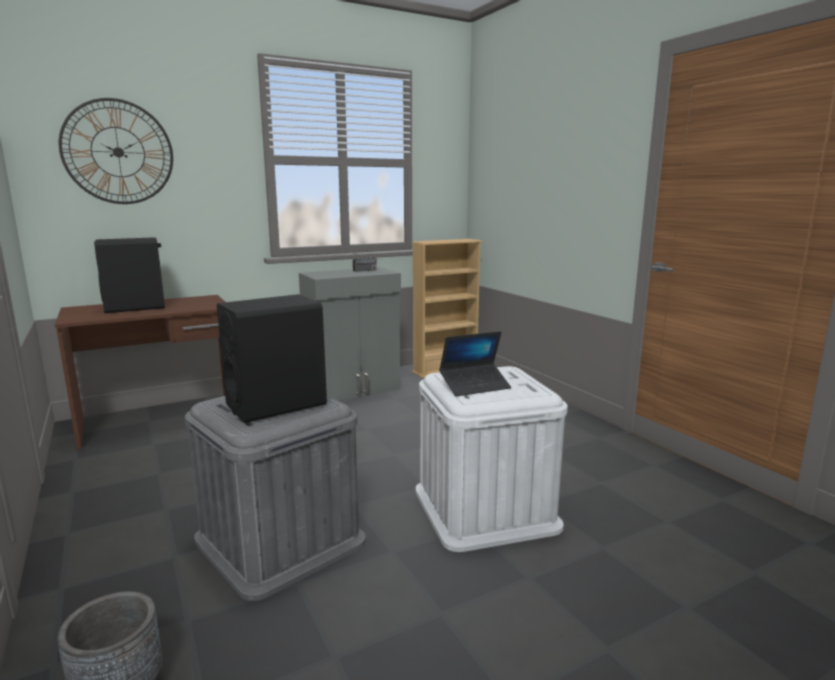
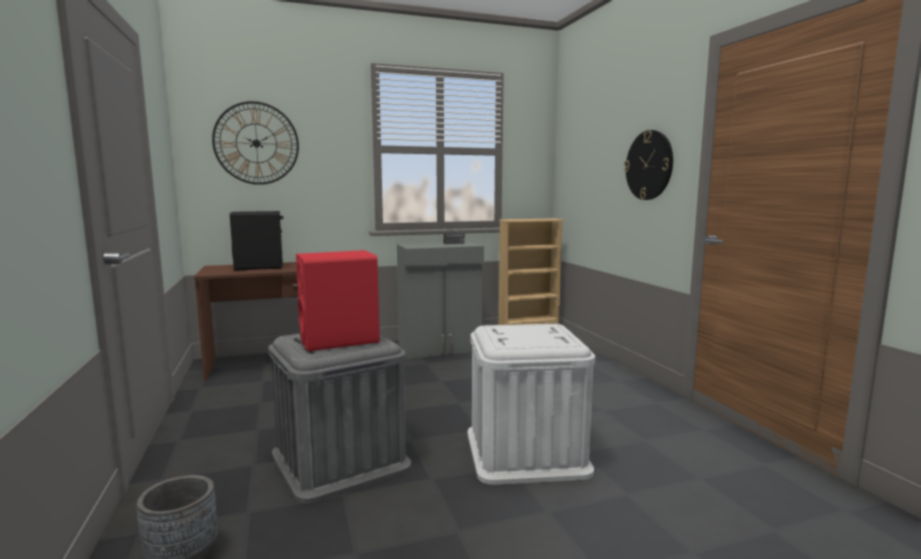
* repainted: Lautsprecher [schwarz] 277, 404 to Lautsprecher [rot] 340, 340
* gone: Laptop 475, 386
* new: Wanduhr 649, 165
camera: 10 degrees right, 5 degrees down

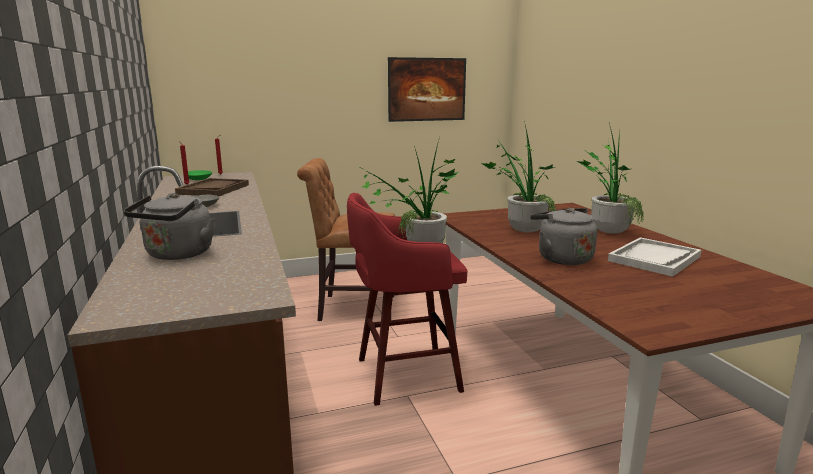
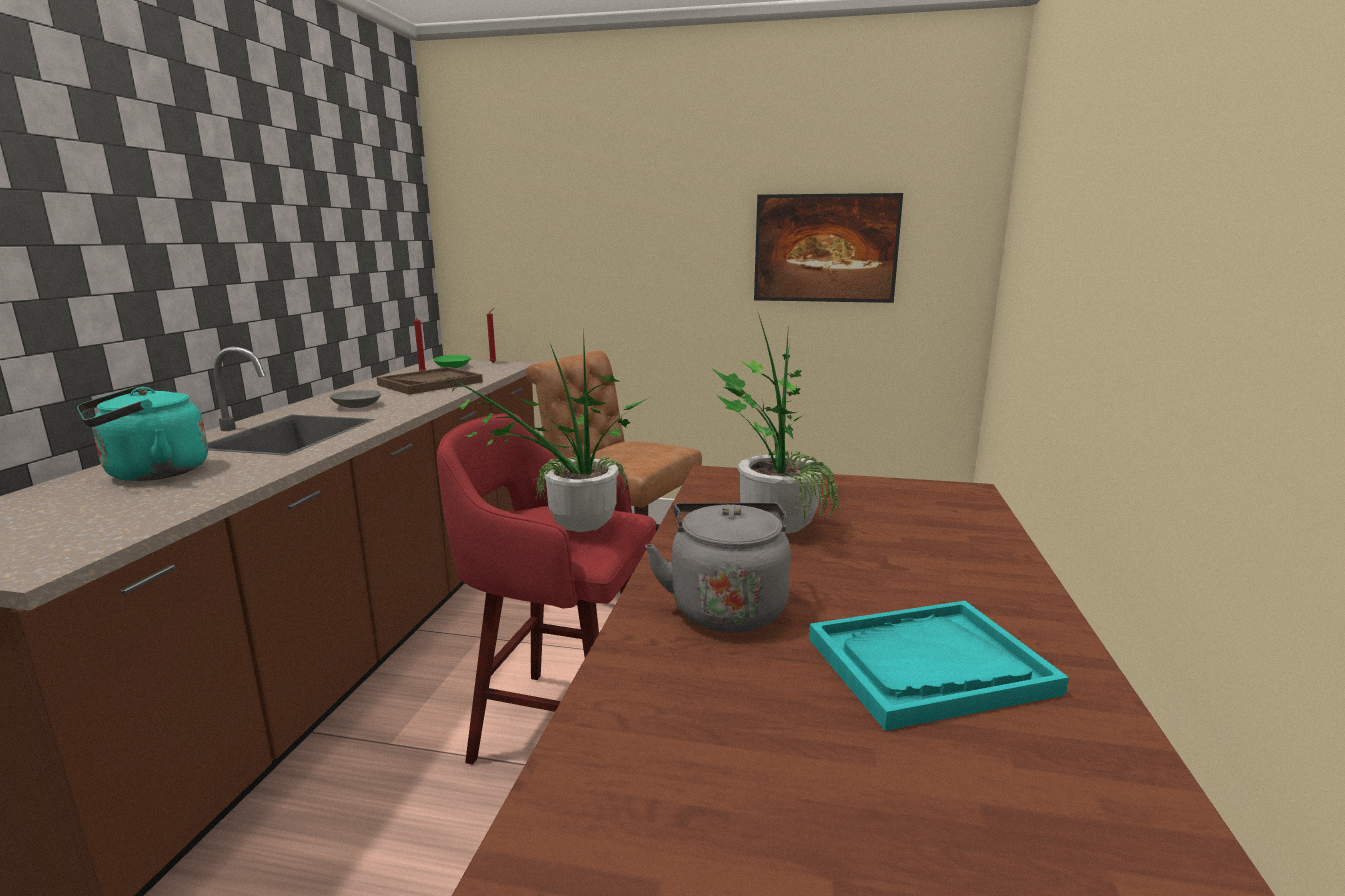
* gone: Topfpflanze 606, 229
* repainted: Wasserkessel [grau] 177, 255 to Wasserkessel [türkis] 151, 474
* repainted: Tablett [weiß] 654, 259 to Tablett [türkis] 928, 666
camera: 30 degrees right, 0 degrees up

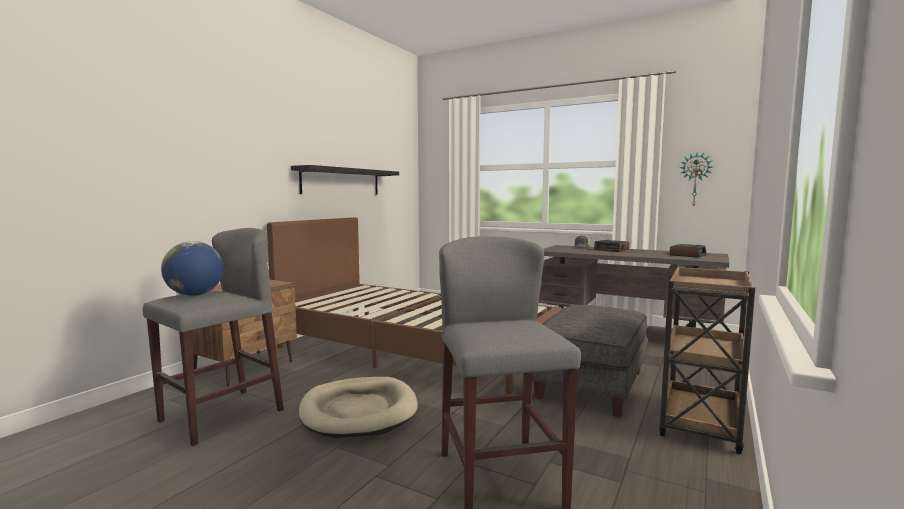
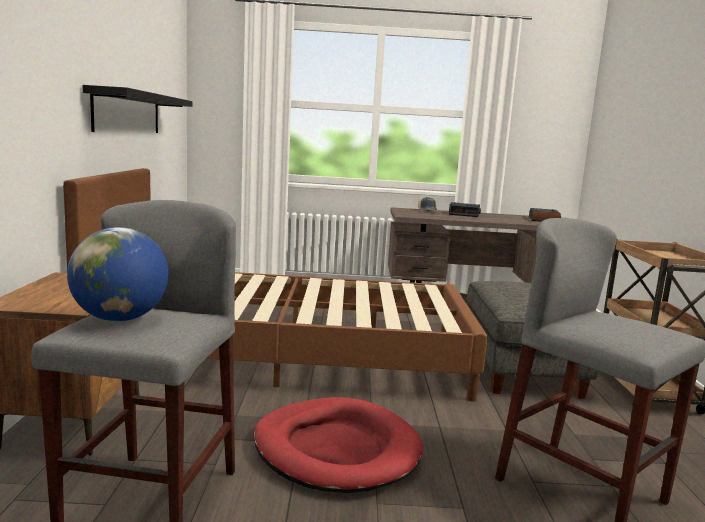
* gone: Wanduhr 695, 179
* repainted: Hundebett [beige] 359, 411 to Hundebett [rot] 336, 450
camera: 30 degrees left, 5 degrees up

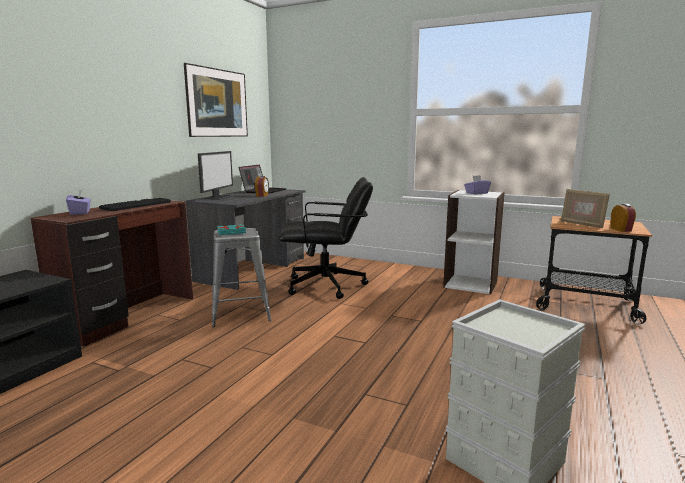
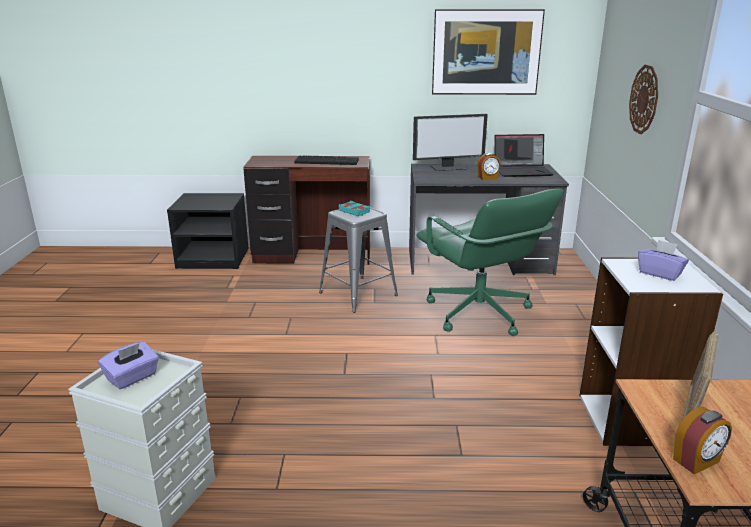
* repainted: Bürostuhl [schwarz] 326, 286 to Bürostuhl [grün] 479, 314
* shifted: Taschentuchbox [lila] 80, 213 to 132, 378
* new: Wanduhr 644, 99
camera: 65 degrees right, 10 degrees up

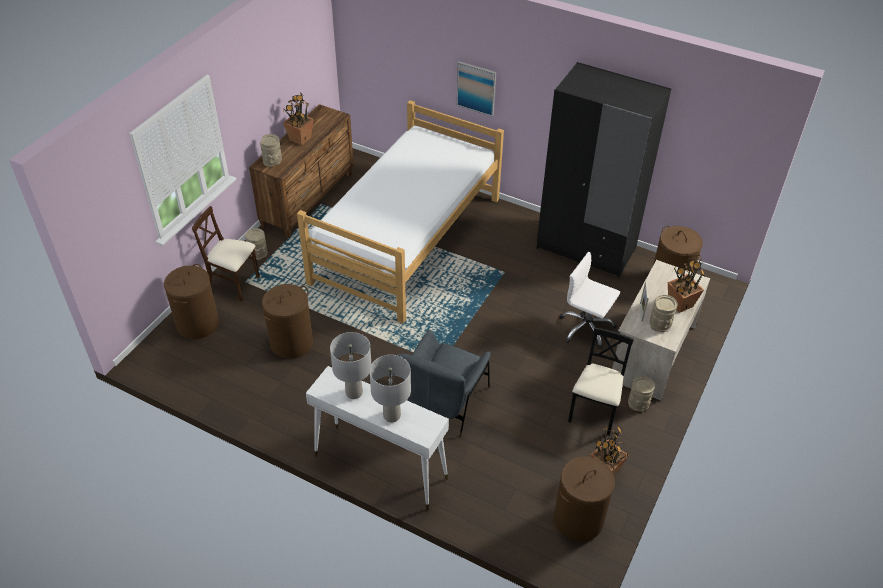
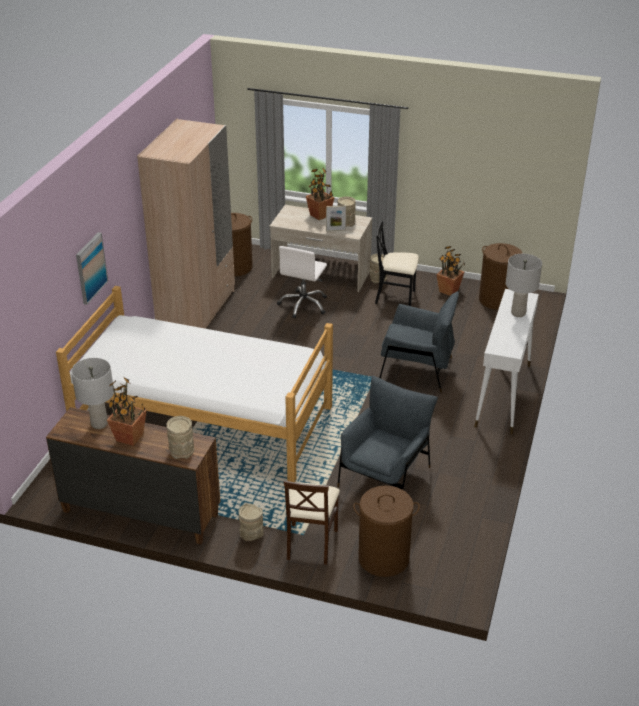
* repainted: Kleiderschrank [schwarz] 586, 248 to Kleiderschrank [beige] 196, 309
* swapped: Wäschekorb [braun] 291, 343 to Sessel [grau] 385, 476
* shifted: Tischlampe [grau] 354, 392 to 99, 424
camera: 100 degrees left, 10 degrees down

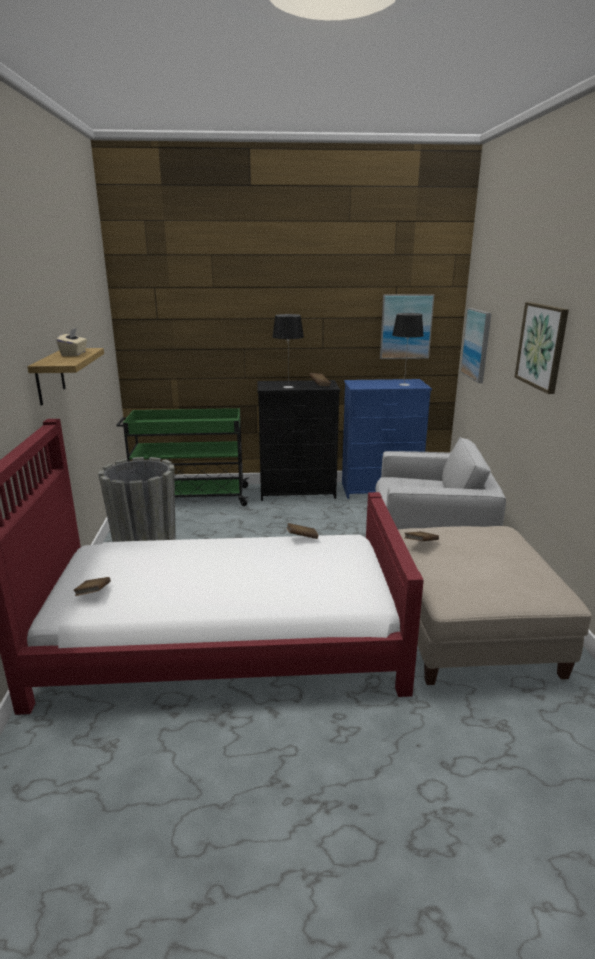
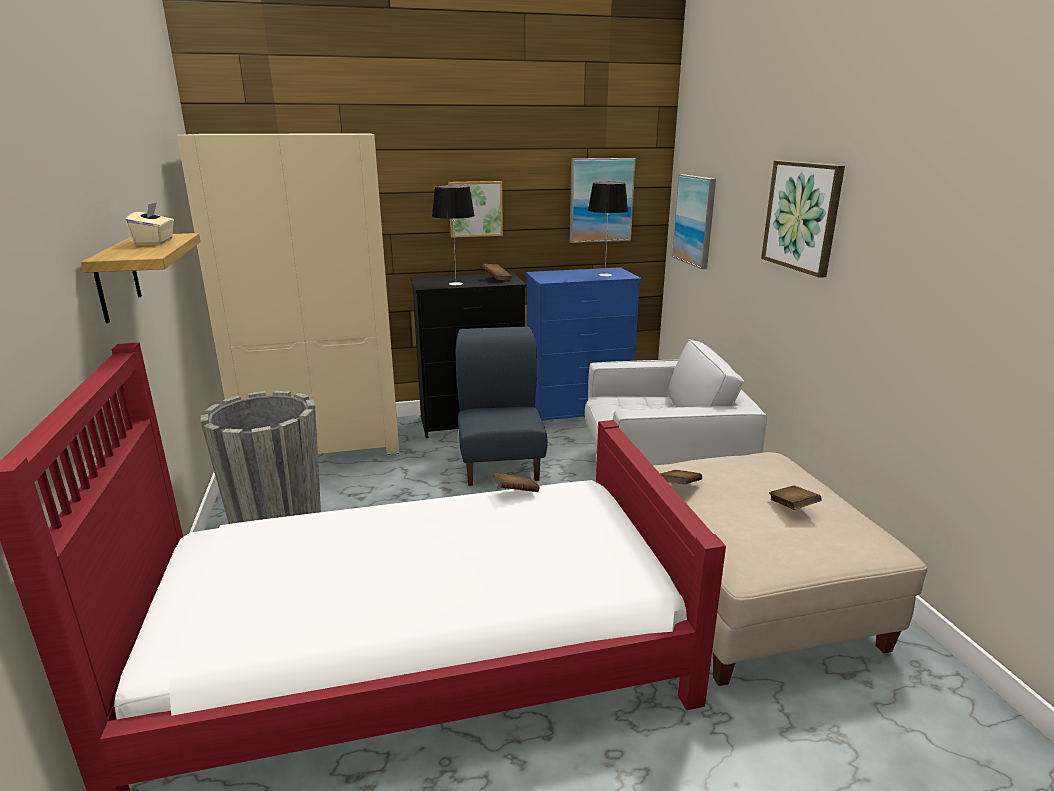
* swapped: Rollwagen [grün] 188, 497 to Kleiderschrank [beige] 324, 441
* shifted: Buch [braun] 93, 594 to 792, 507
* new: Bild 475, 208
* new: Stuhl [blau] 501, 464
camera: 10 degrees left, 0 degrees up

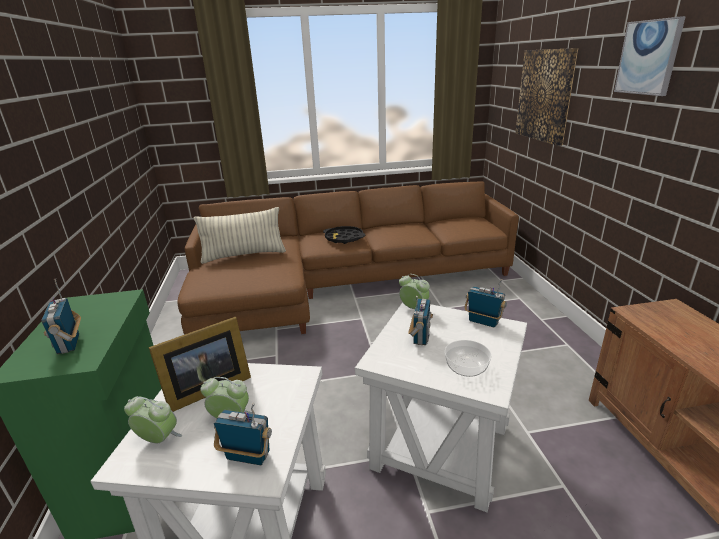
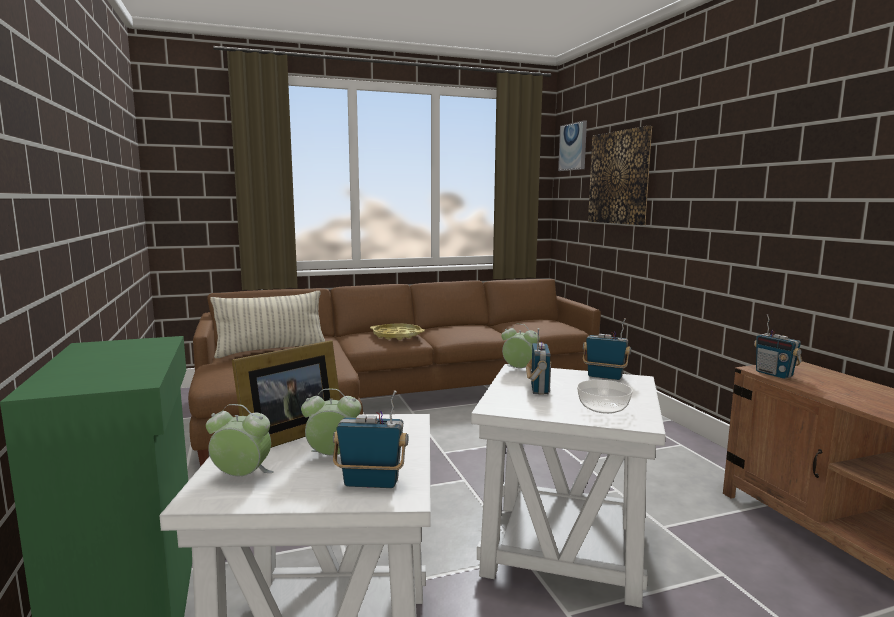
* shifted: Bild 648, 57 to 573, 146
* repainted: Tablett [schwarz] 344, 238 to Tablett [gelb] 397, 335
* shifted: Radio 70, 344 to 774, 374
camera: 10 degrees left, 15 degrees down

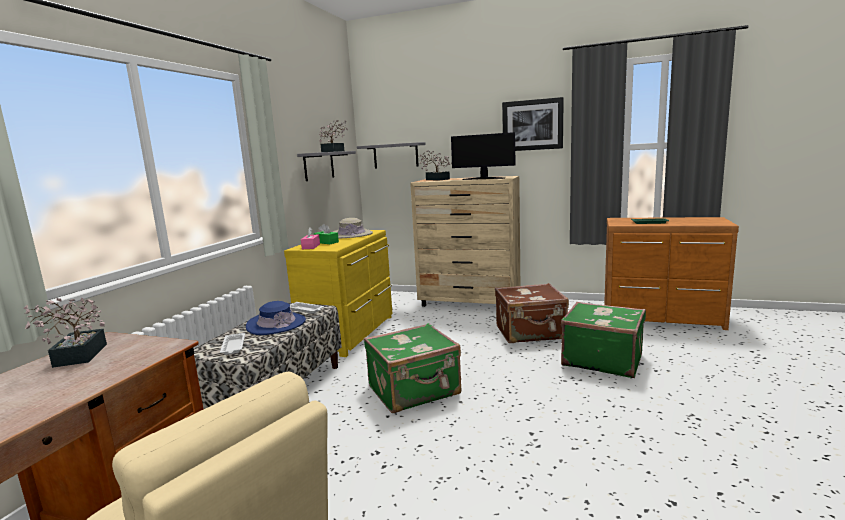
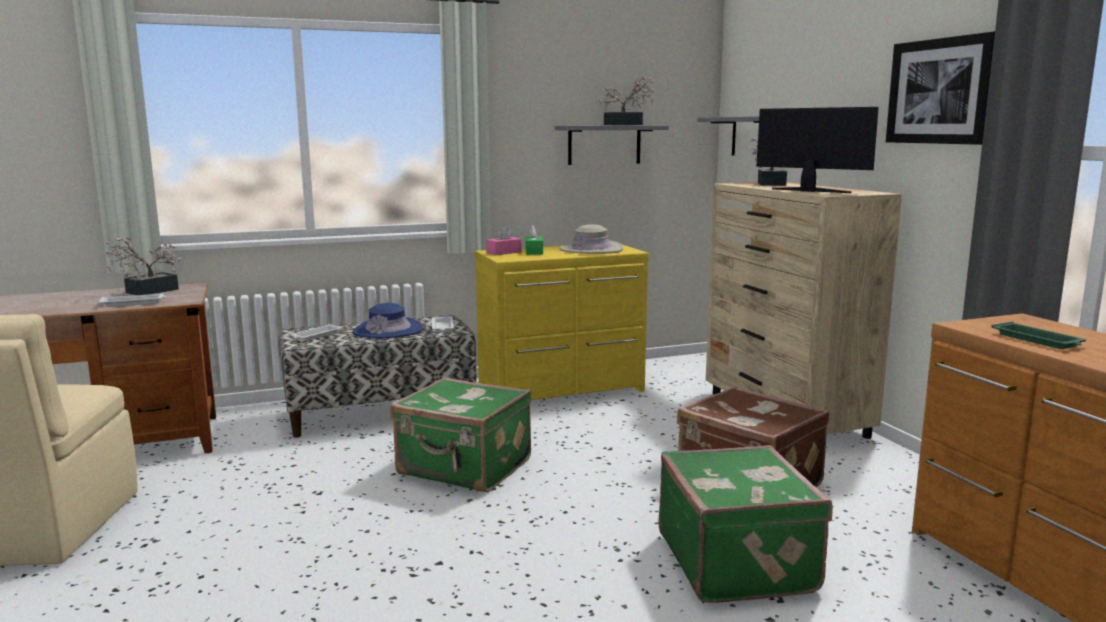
* rotated: Monitor 483, 179 = 809, 191 150 degrees clockwise
* new: Tablett [weiß] 134, 303
camera: 50 degrees right, 0 degrees up

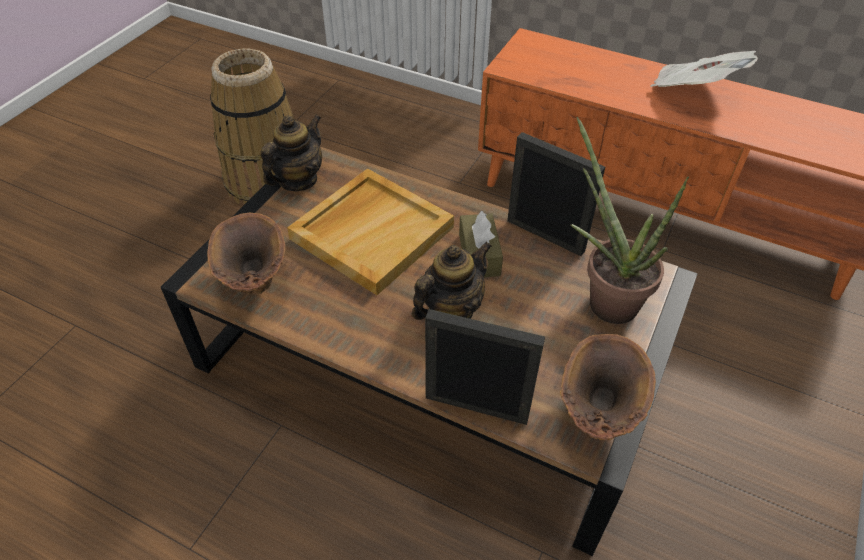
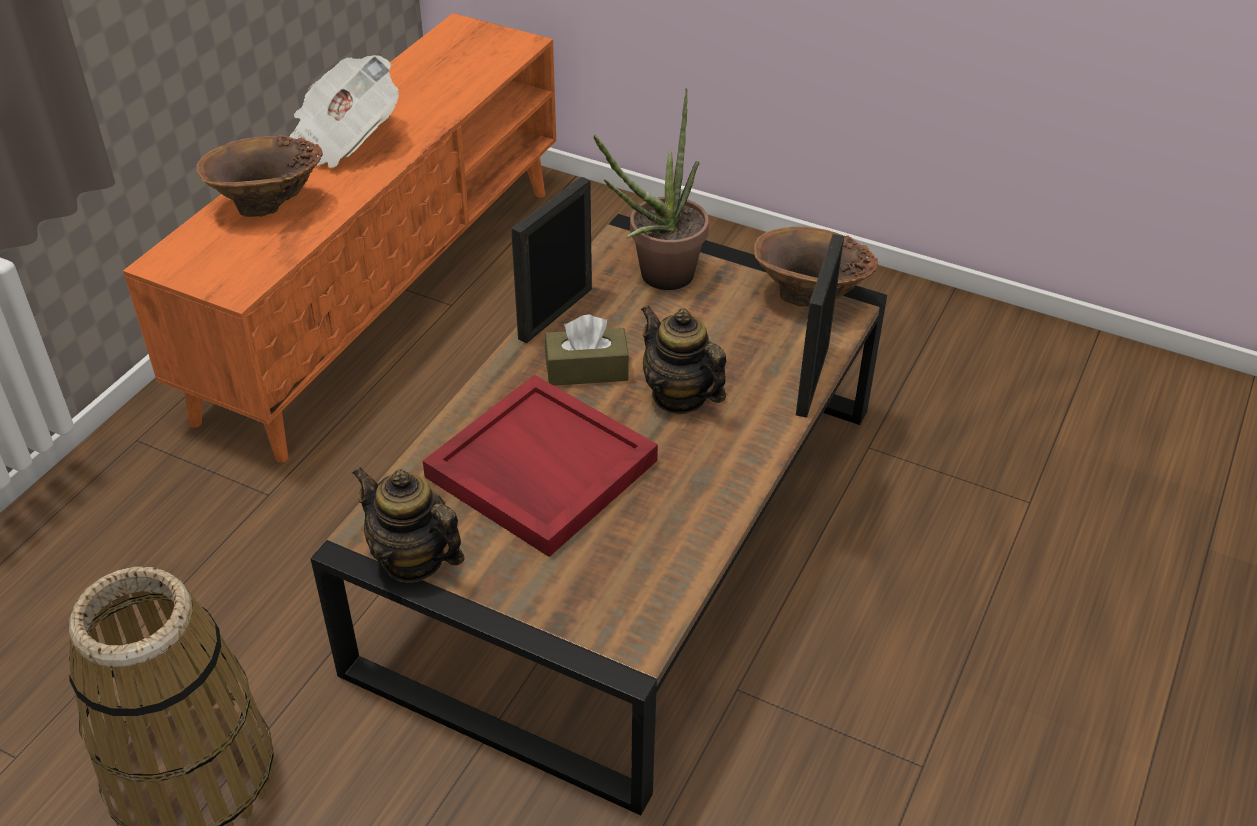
* repainted: Tablett [beige] 372, 232 to Tablett [rot] 539, 469
* shifted: Vase [braun] 254, 284 to 269, 208
camera: 90 degrees left, 5 degrees down

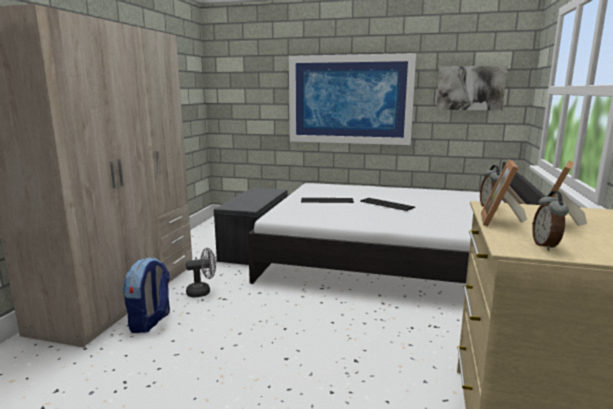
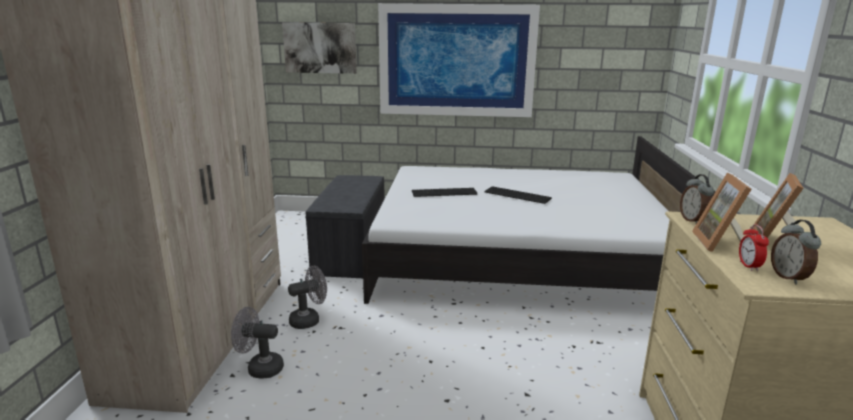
* shifted: Bild 470, 88 to 320, 48
* swapped: Rucksack 150, 322 to Ventilator [grau] 259, 368
* new: Wecker 748, 266
camera: 10 degrees left, 5 degrees up

